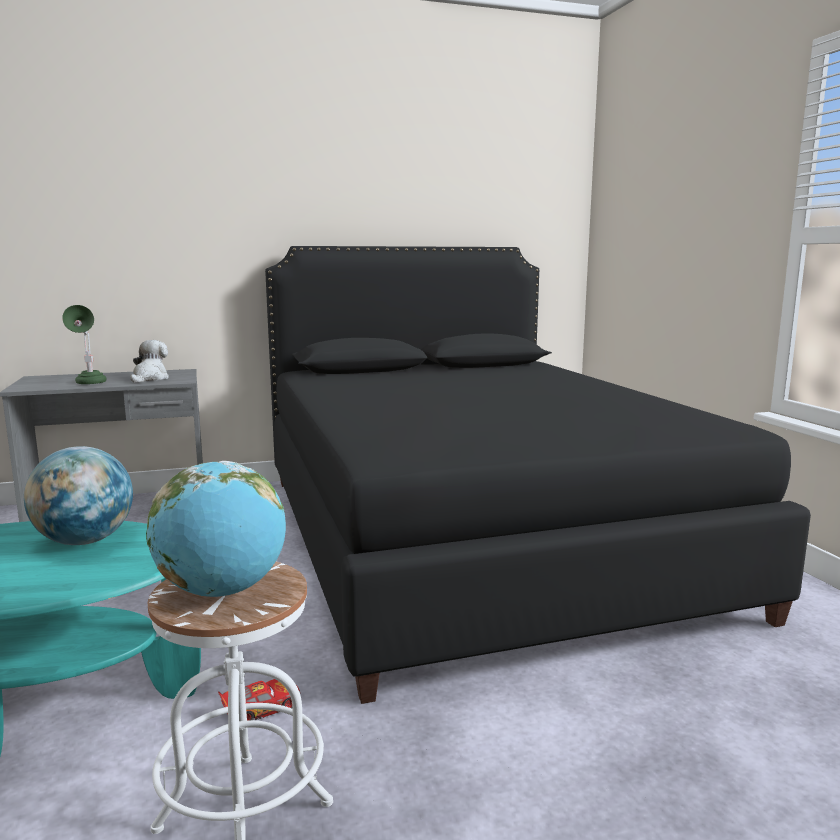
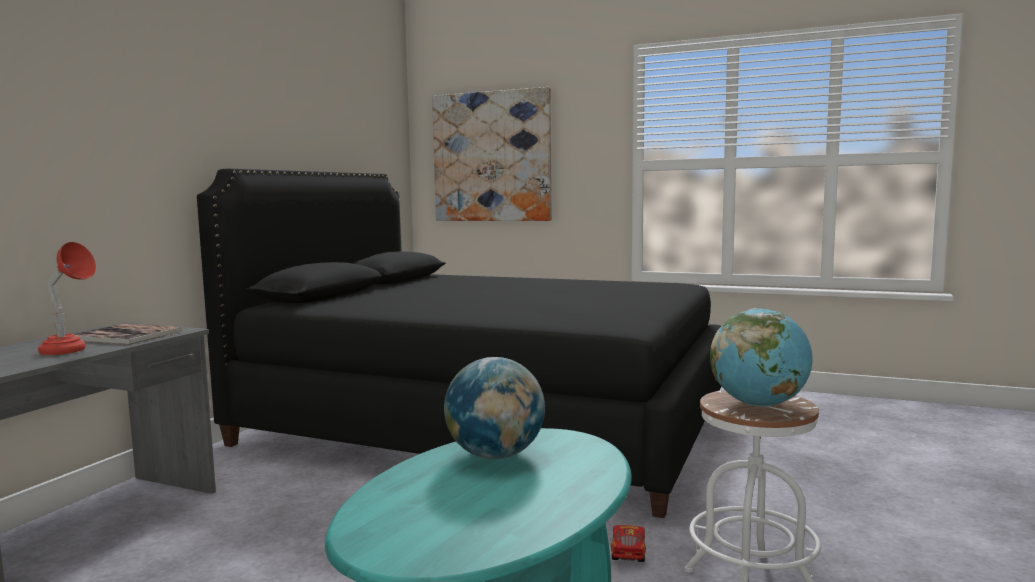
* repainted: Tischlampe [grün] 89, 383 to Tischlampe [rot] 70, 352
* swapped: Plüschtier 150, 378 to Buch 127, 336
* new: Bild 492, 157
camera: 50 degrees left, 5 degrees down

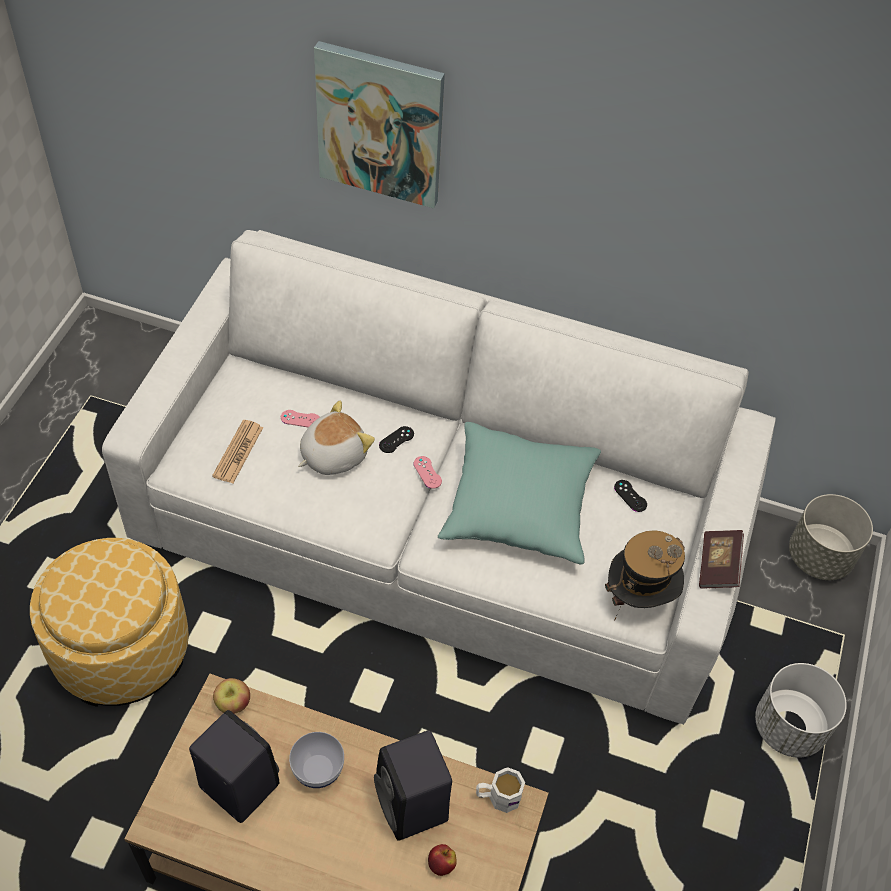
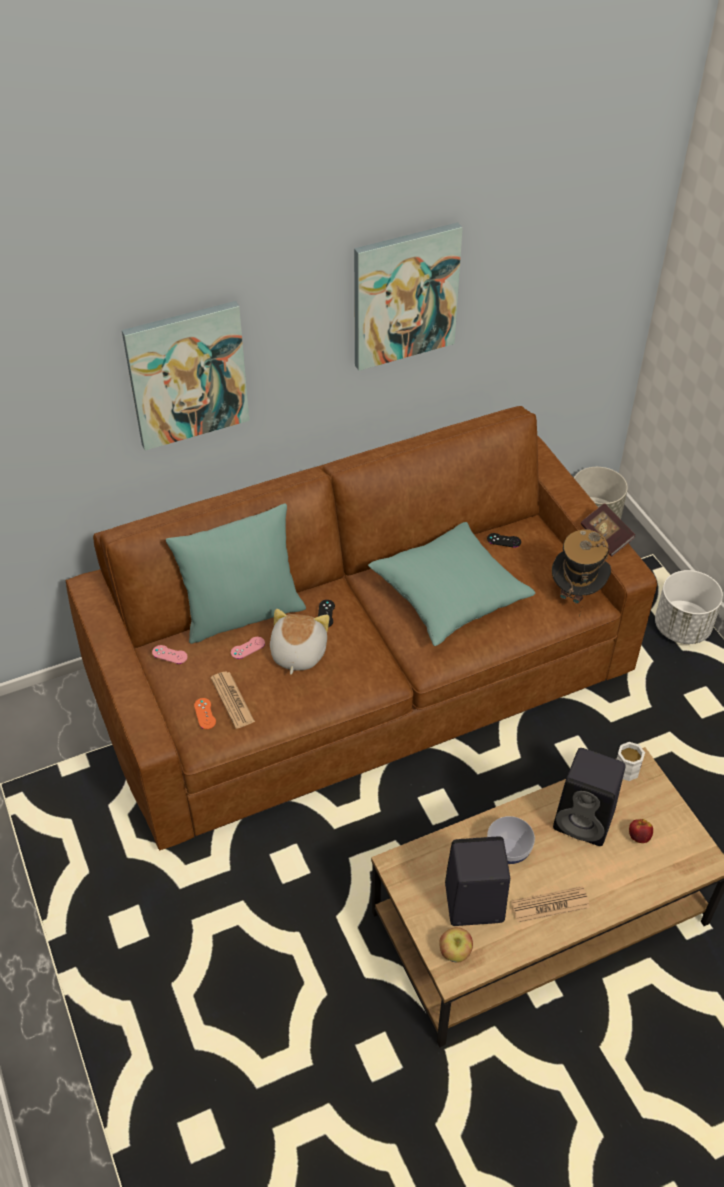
* repainted: Sofa [weiß] 439, 528 to Sofa [braun] 361, 676
* shifted: Gamepad [rosa] 427, 472 to 169, 654
* gone: Polsterhocker 122, 649
* shifted: Apfel 233, 704 to 455, 952
* new: Bild 404, 295
* new: Kissen [türkis] 242, 614
* new: Gamepad [orange] 205, 713
* new: Zeitung 550, 905
camera: 40 degrees left, 5 degrees down

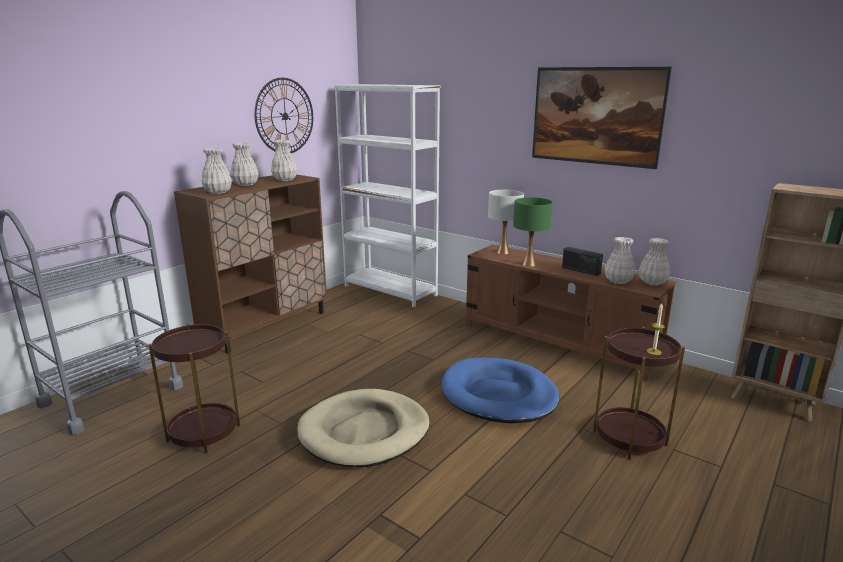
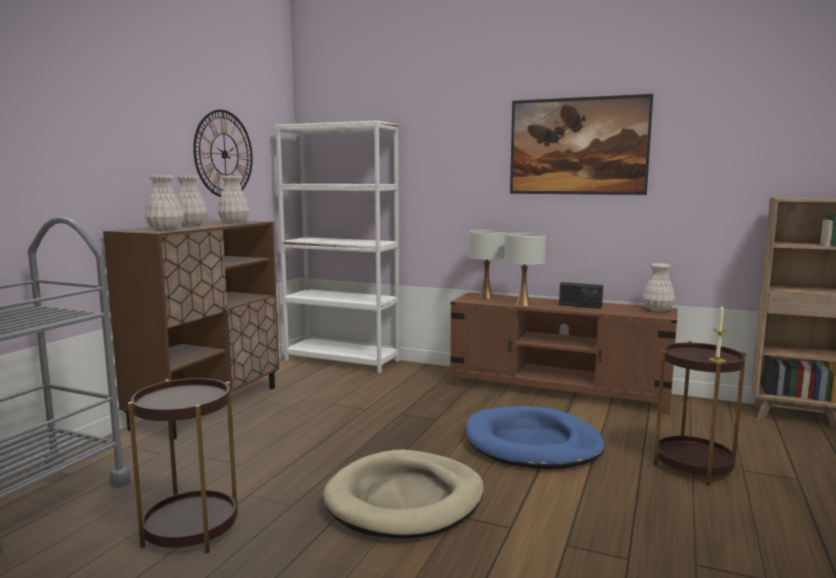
* repainted: Tischlampe [grün] 529, 264 to Tischlampe [weiß] 523, 304
* gone: Vase [weiß] 617, 281
camera: 15 degrees left, 10 degrees down

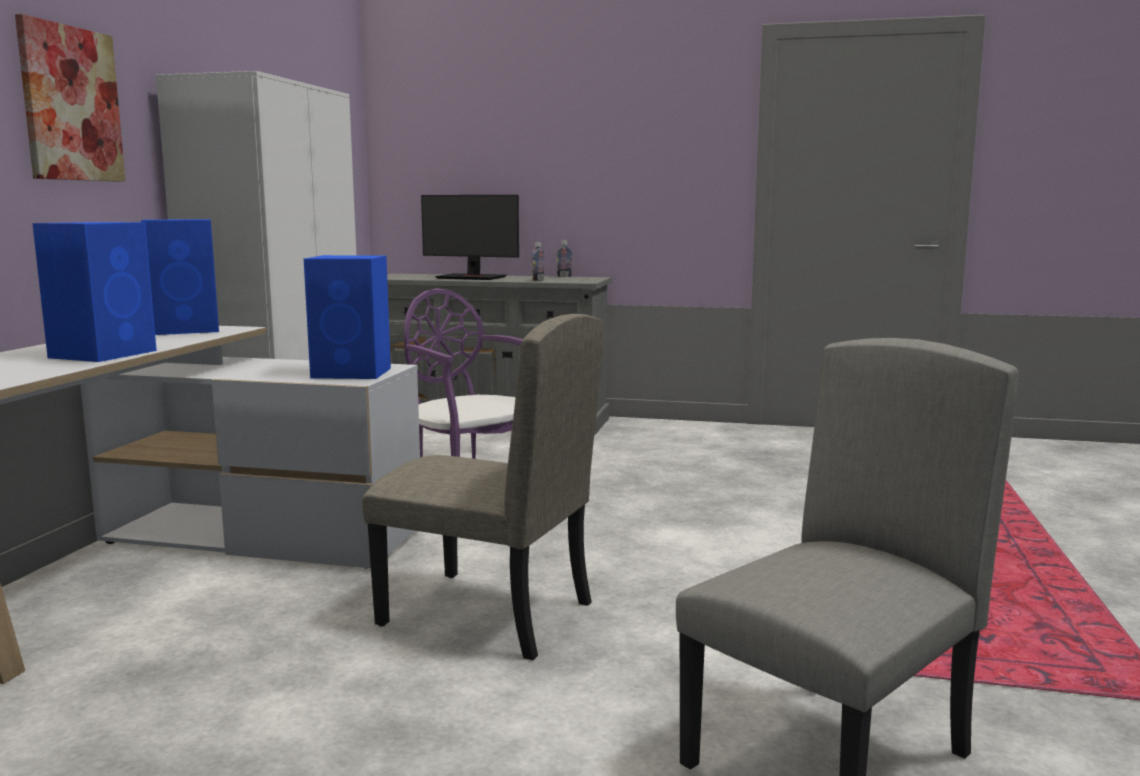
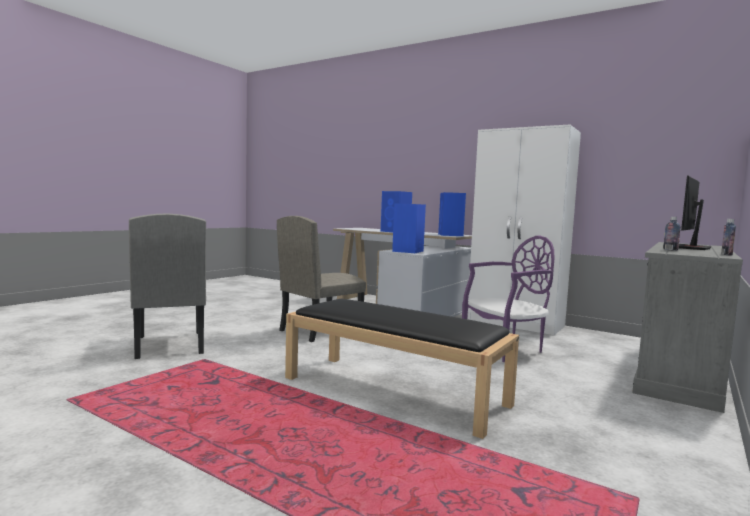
* gone: Bild 70, 104
* new: Bank [schwarz] 391, 391
camera: 110 degrees right, 5 degrees down

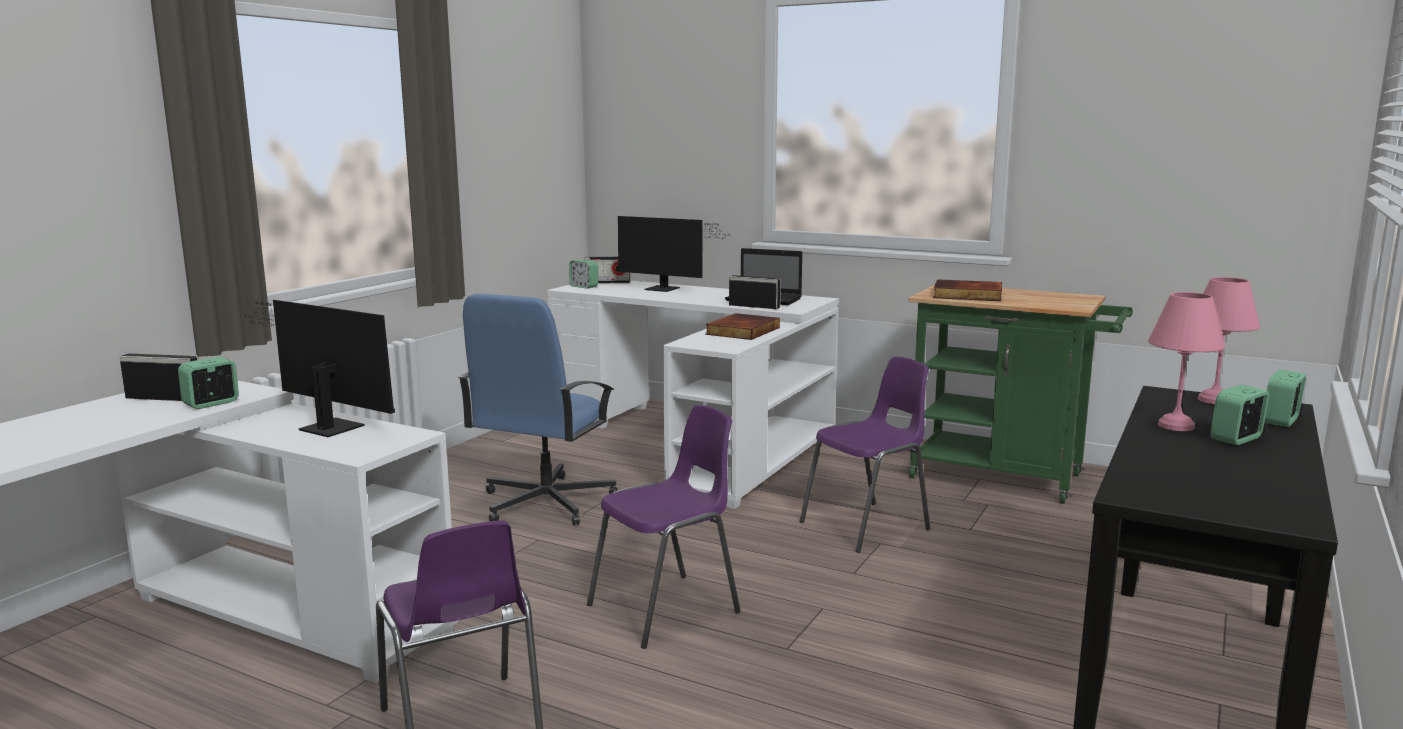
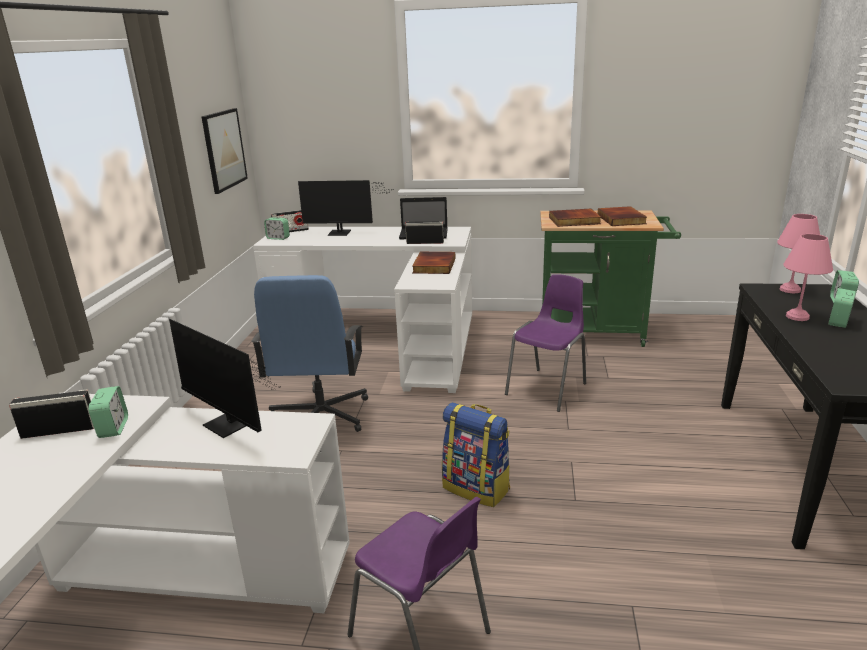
* rotated: Monitor 328, 426 = 231, 427 150 degrees counterclockwise
* rotated: Wecker 211, 403 = 113, 428 150 degrees clockwise
* swapped: Stuhl [lila] 668, 609 to Rucksack 477, 488
* new: Bild 224, 149
* new: Buch 622, 219
camera: 20 degrees left, 10 degrees up

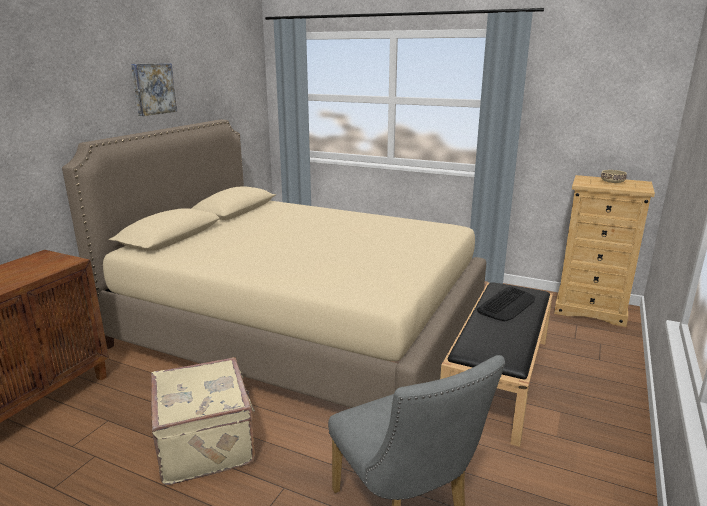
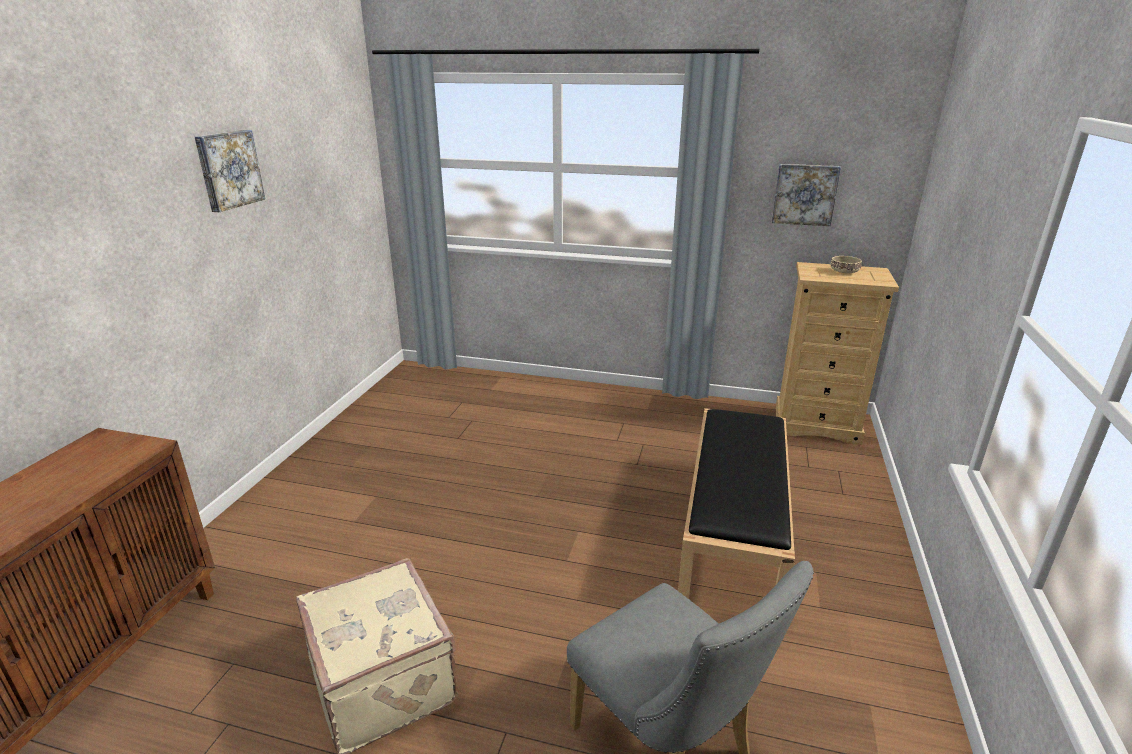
* gone: Bett [beige] 301, 330
* gone: Tastatur 507, 305
* new: Bild 804, 194
camera: 10 degrees left, 5 degrees up

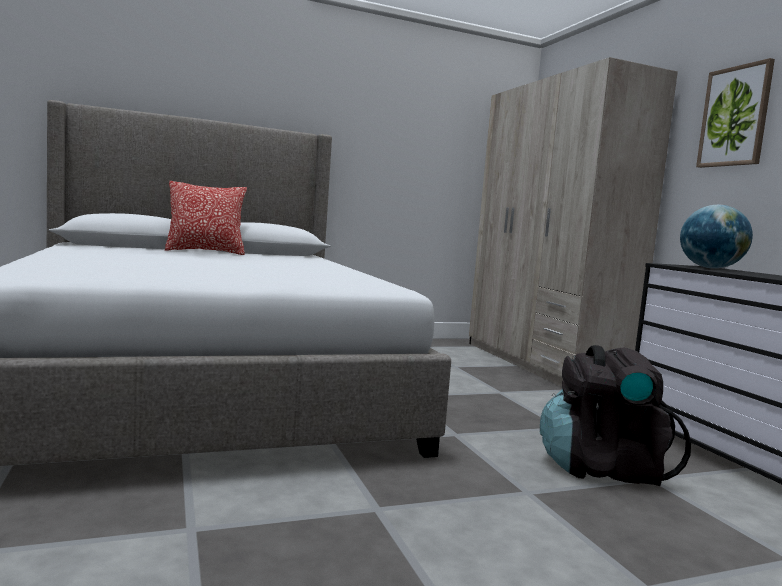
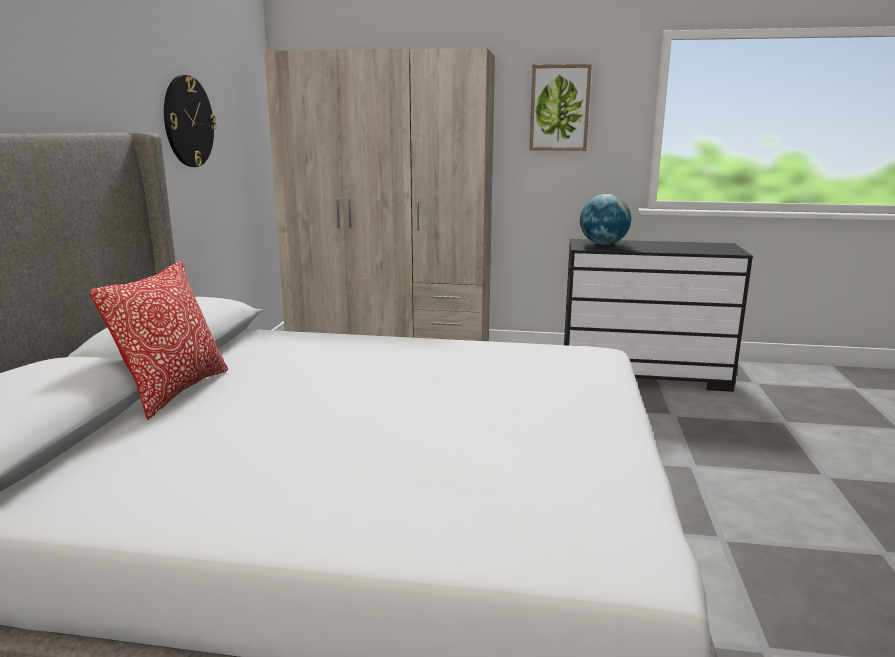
* gone: Rucksack [schwarz] 602, 469
* new: Wanduhr 188, 121
camera: 60 degrees left, 10 degrees up

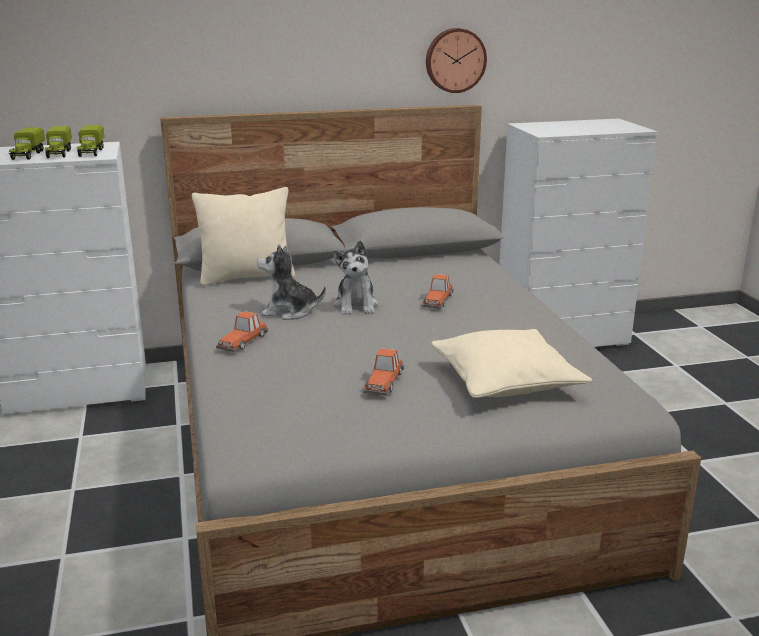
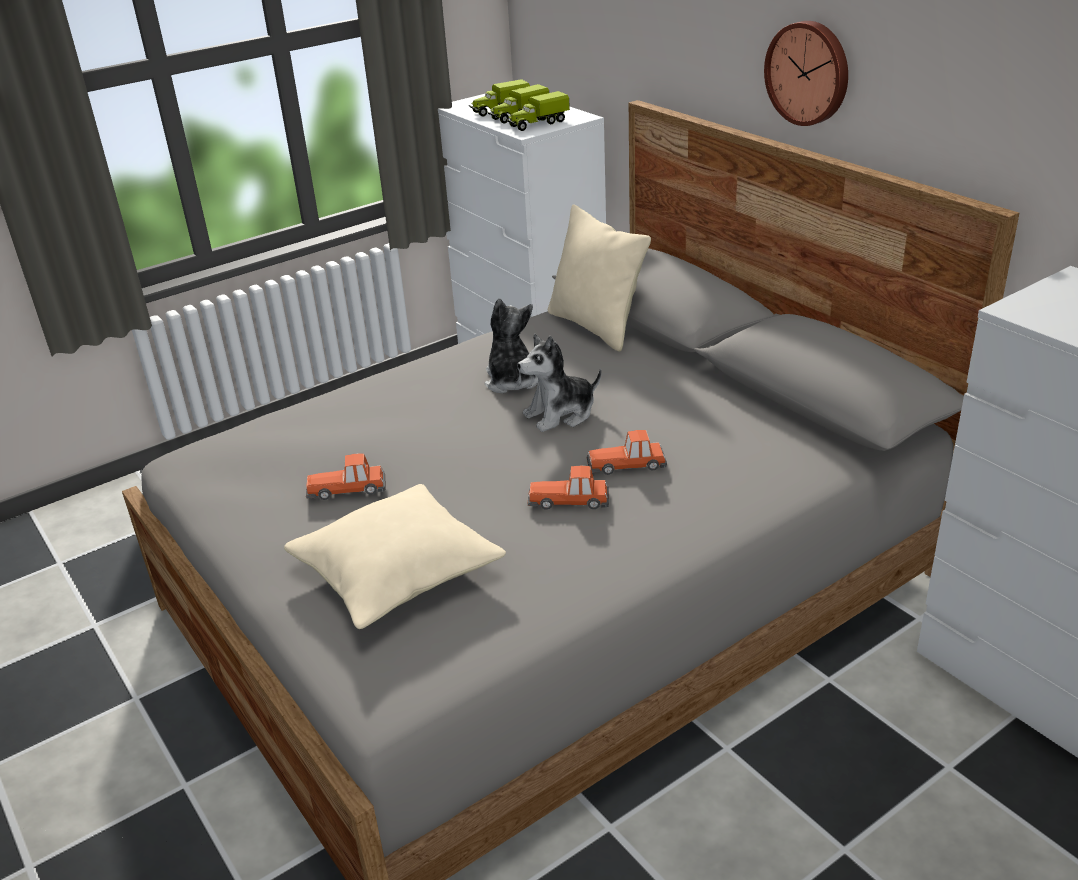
* shifted: Wanduhr 455, 60 to 809, 73
* shifted: Spielzeugauto 243, 341 to 569, 500
camera: 70 degrees right, 10 degrees up

